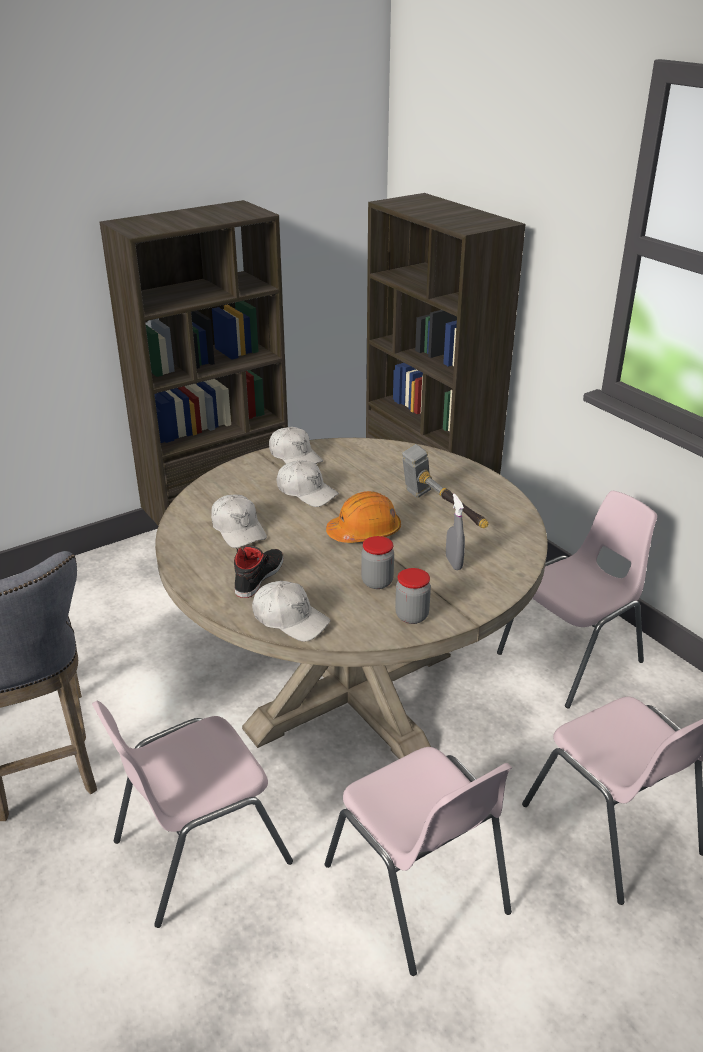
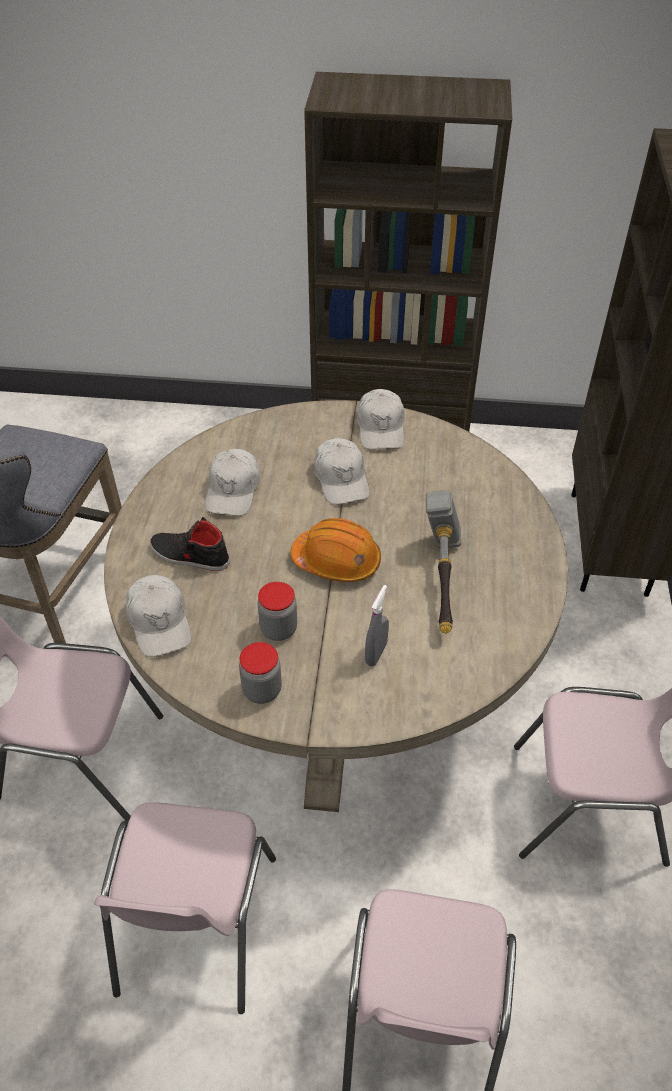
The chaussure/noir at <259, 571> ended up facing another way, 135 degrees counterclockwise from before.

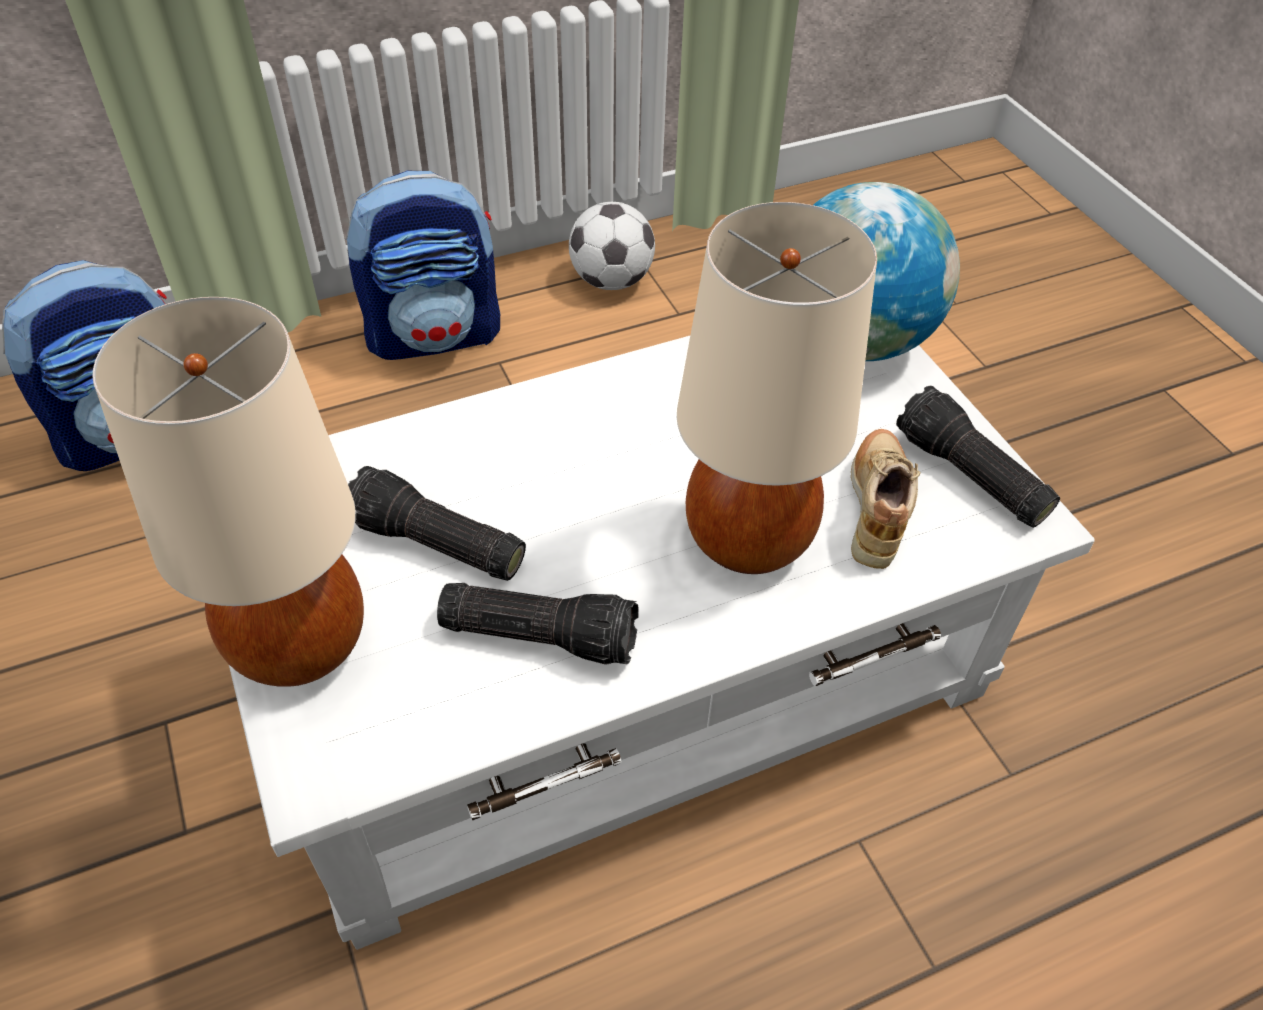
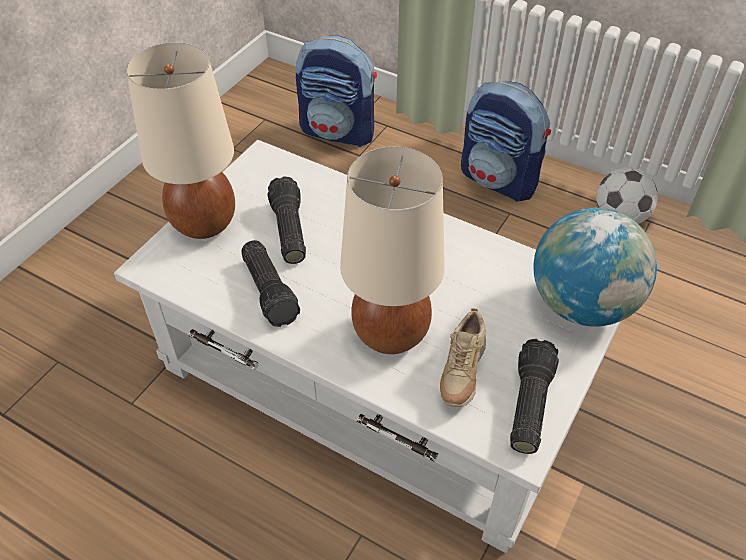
The chaussure/beige at <886, 499> ended up facing another way, 135 degrees clockwise from before.

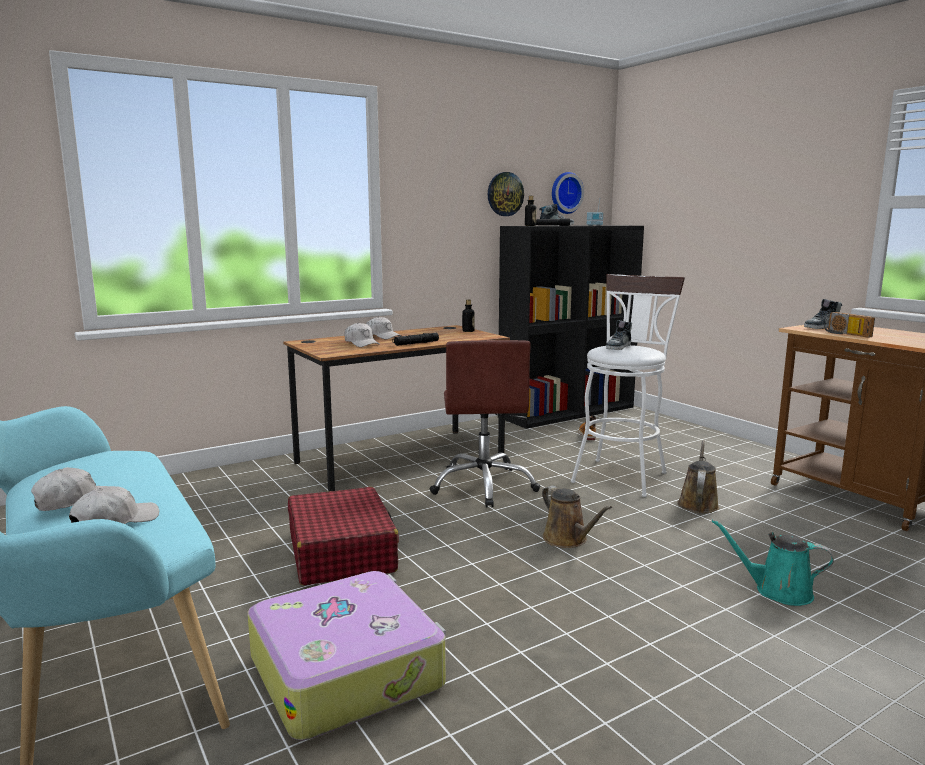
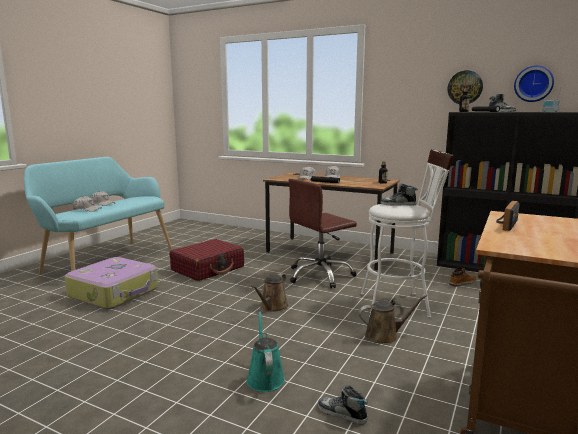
The chaussure ended up elsewhere, having gone from <823, 314> to <343, 405>.

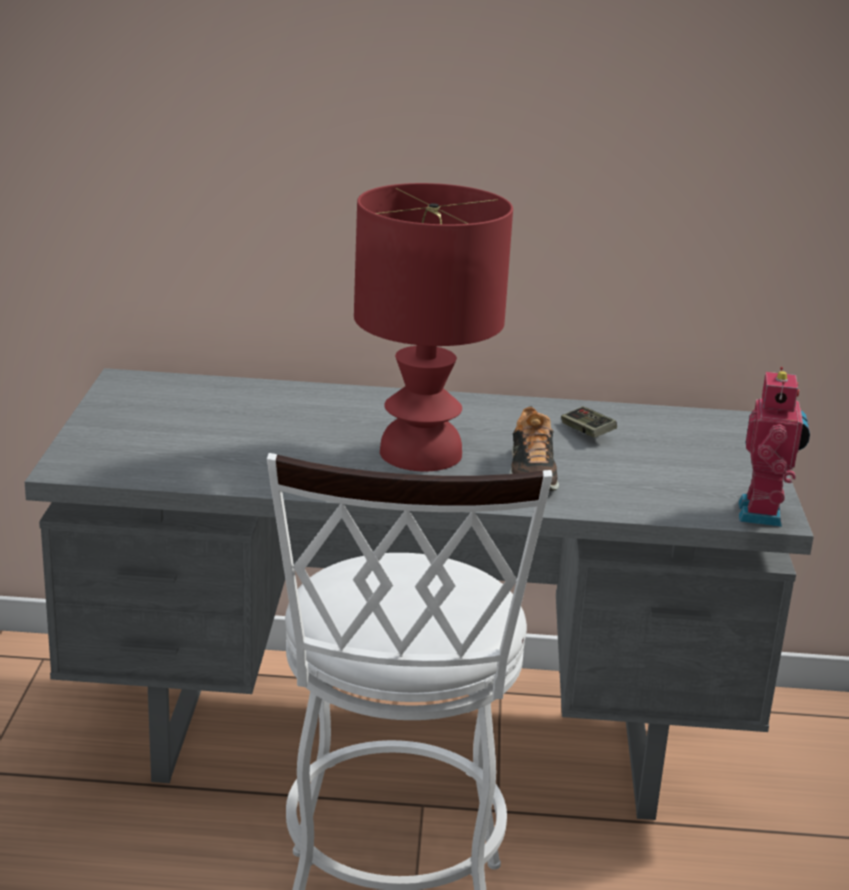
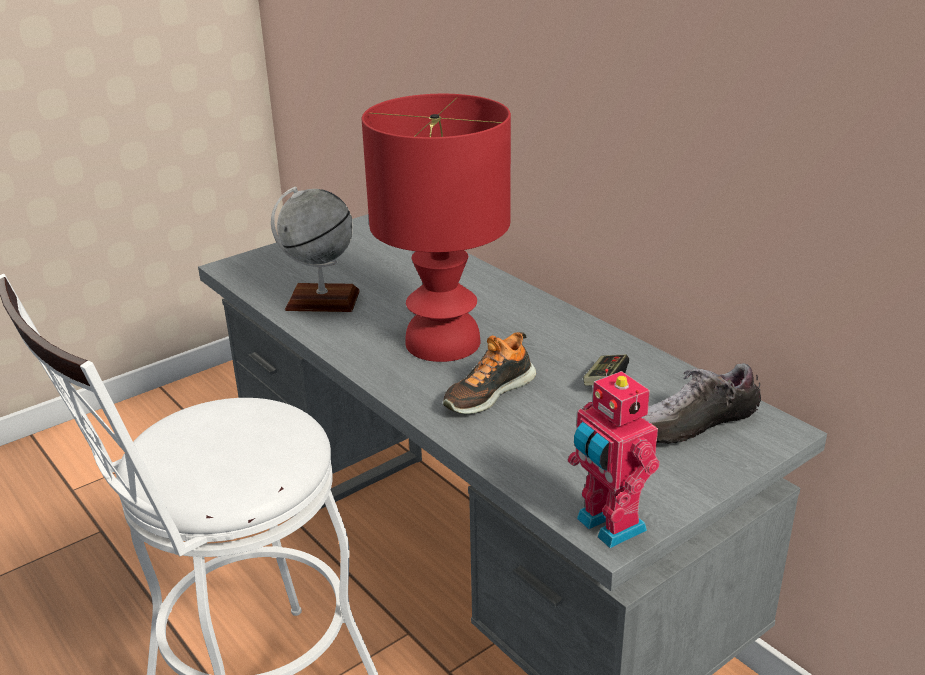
The second view gained the globe at <315, 249>.
The robot jouet at <774, 447> ended up facing another way, 90 degrees clockwise from before.
The second view gained the chaussure at <702, 403>.

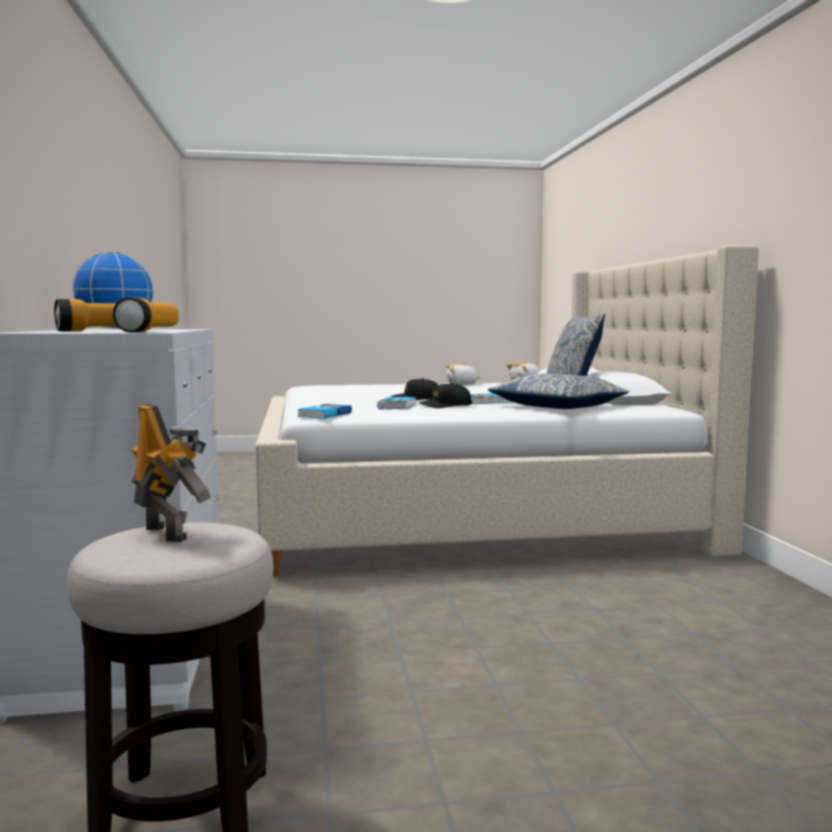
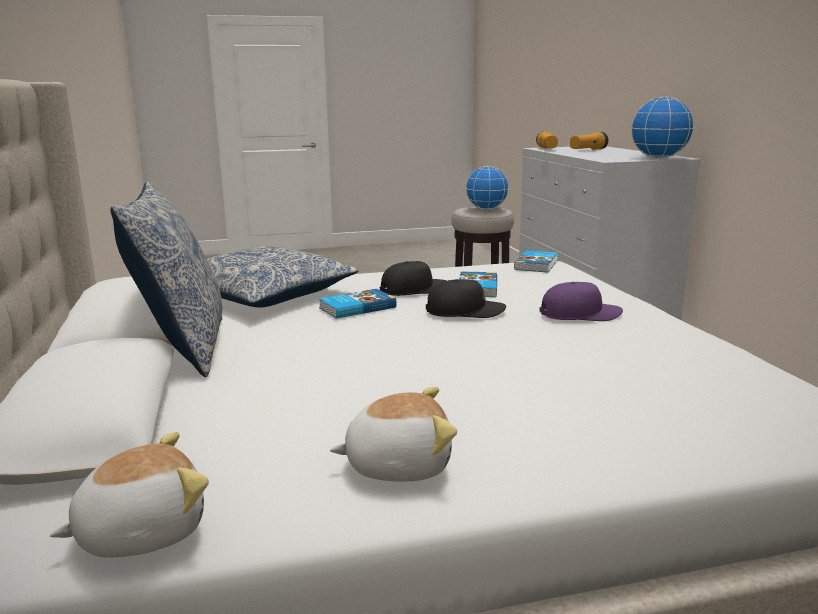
Where the robot jouet stood at <171, 473>, the globe came to stand at <487, 188>.
The second view gained the casquette/violet at <581, 301>.

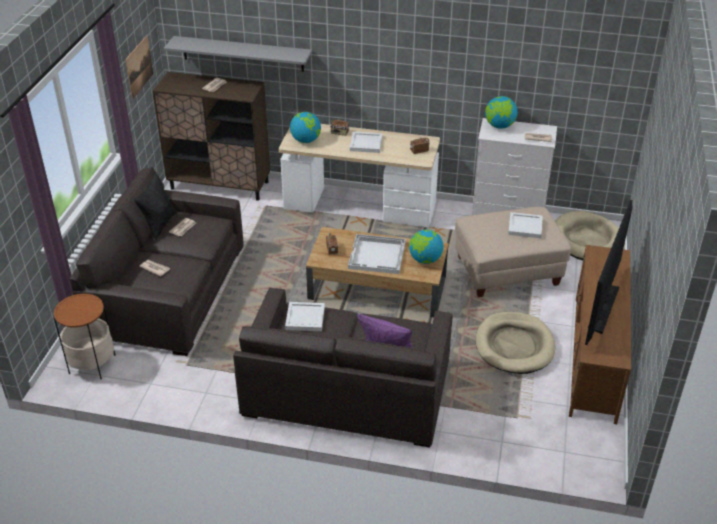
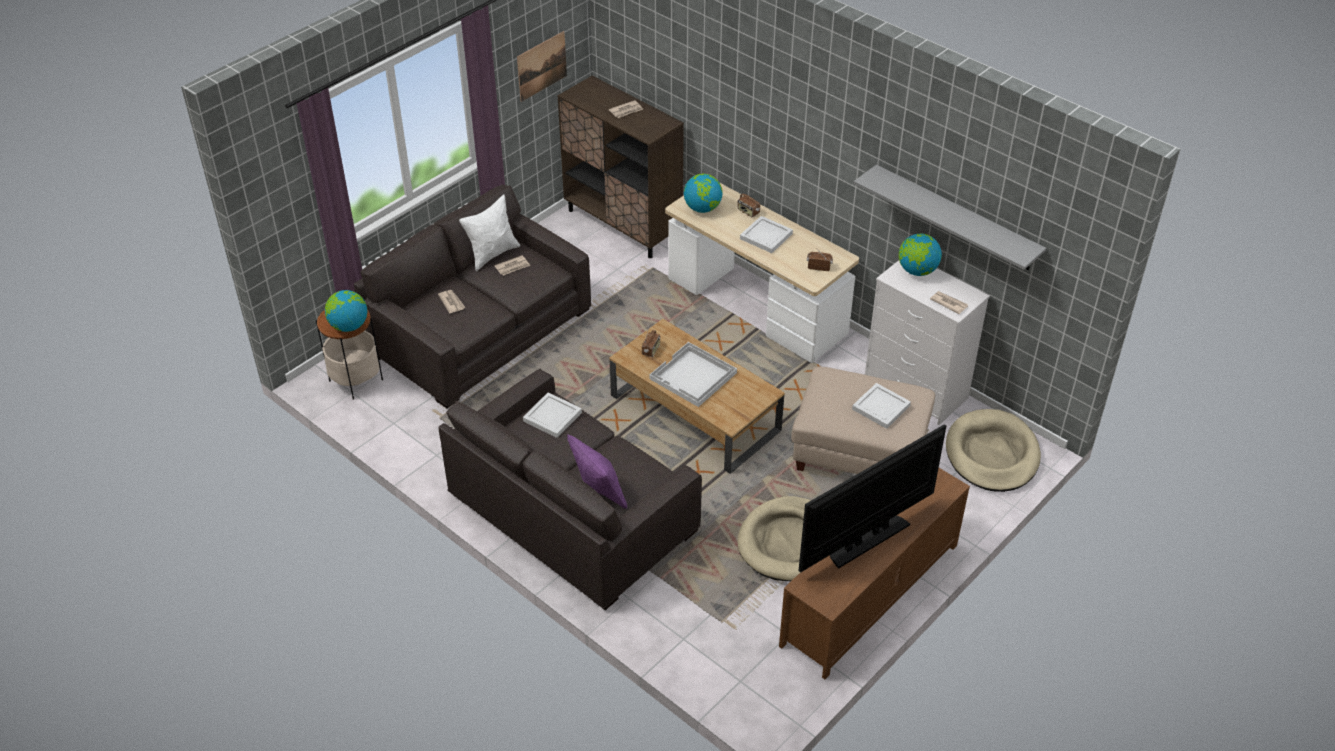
The globe ended up elsewhere, having gone from <426, 246> to <346, 311>.
What was the coussin/noir at <155, 206> turned into the coussin/blanc at <489, 232>.
The étagère/gris ended up elsewhere, having gone from <238, 54> to <950, 217>.

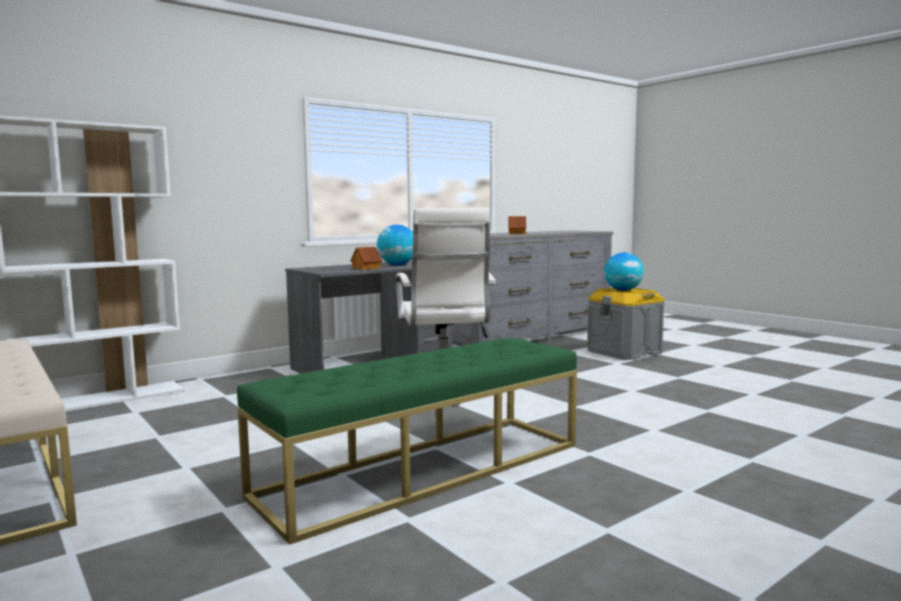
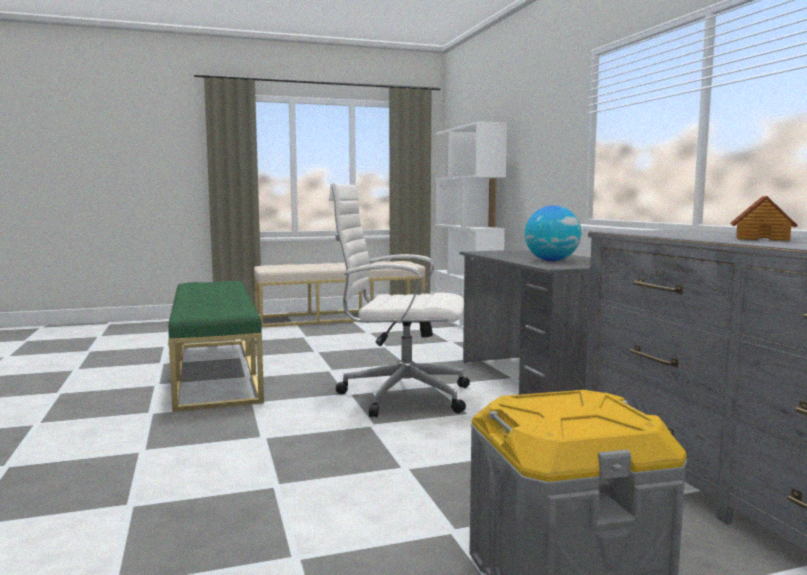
The second view lost the maison miniature at <366, 258>.
The second view lost the globe at <624, 272>.

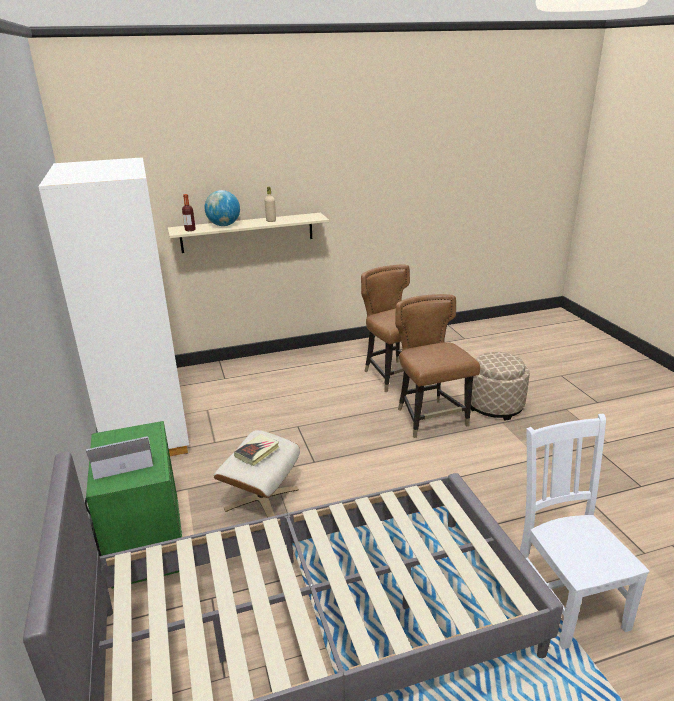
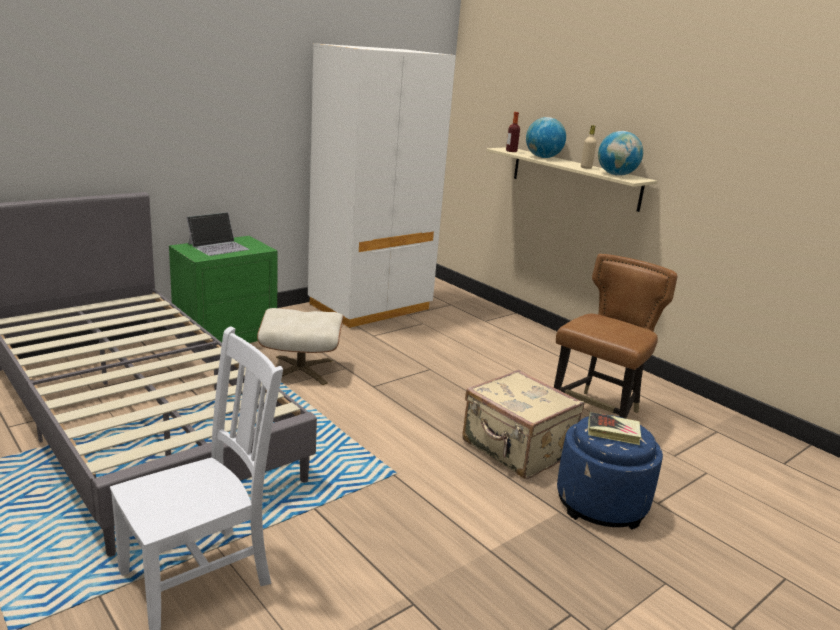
The ordinateur portable at <119, 458> ended up facing another way, 90 degrees clockwise from before.
Where the chaise/marron stood at <437, 366>, the valise/beige came to stand at <523, 424>.
What was the pouf/beige at <500, 386> turned into the pouf/bleu at <610, 472>.
The livre ended up elsewhere, having gone from <256, 450> to <614, 428>.
The second view gained the globe at <620, 153>.

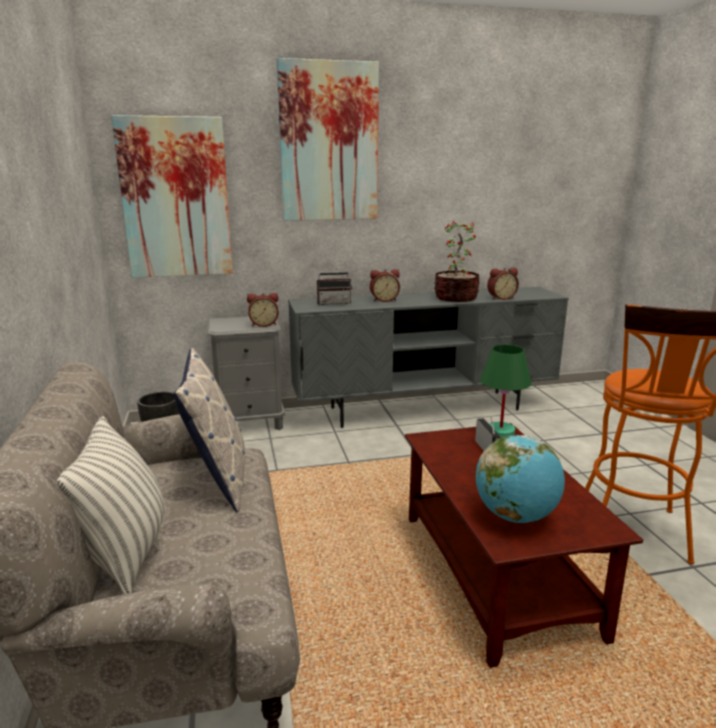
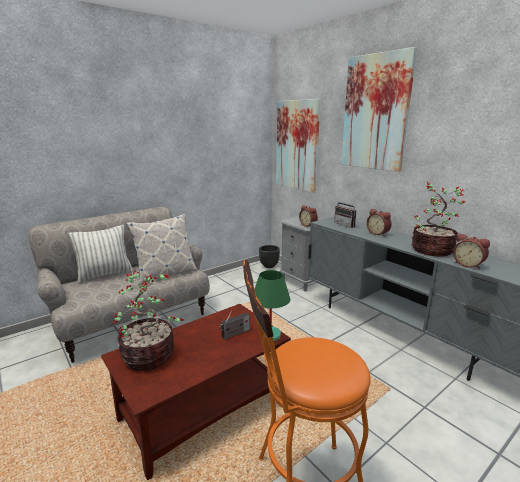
Where the globe stood at <520, 479>, the plante en pot came to stand at <148, 320>.

